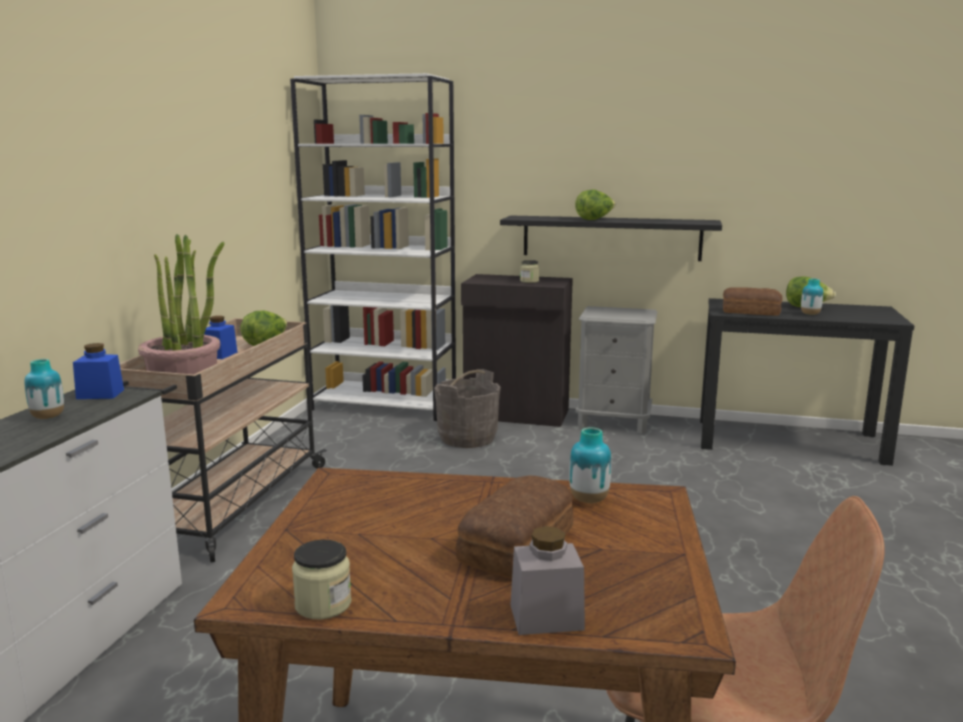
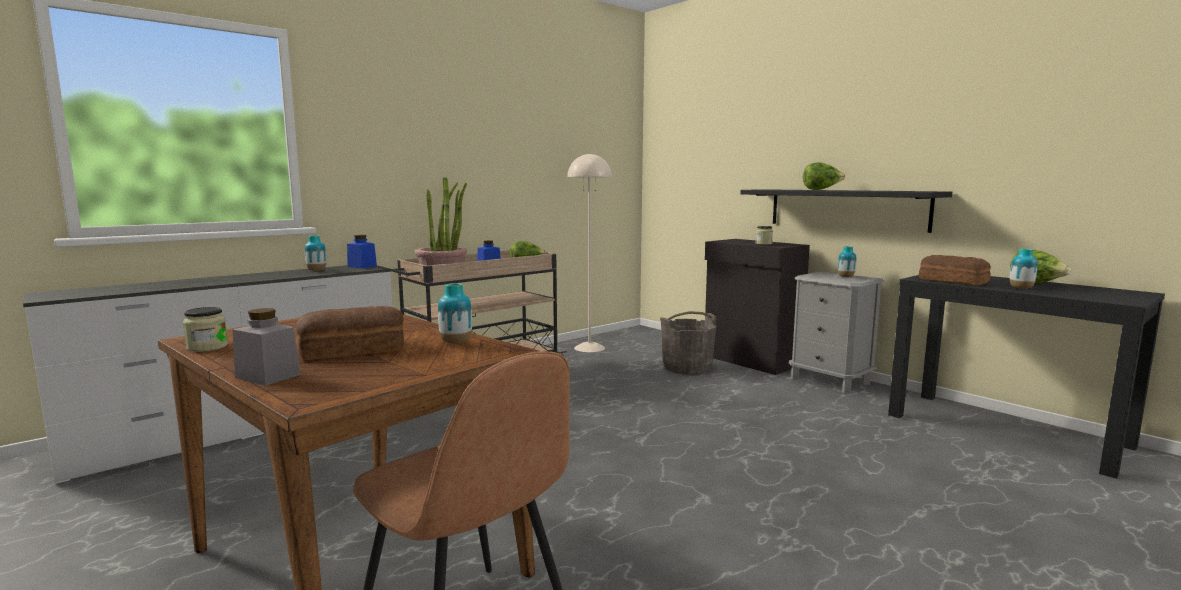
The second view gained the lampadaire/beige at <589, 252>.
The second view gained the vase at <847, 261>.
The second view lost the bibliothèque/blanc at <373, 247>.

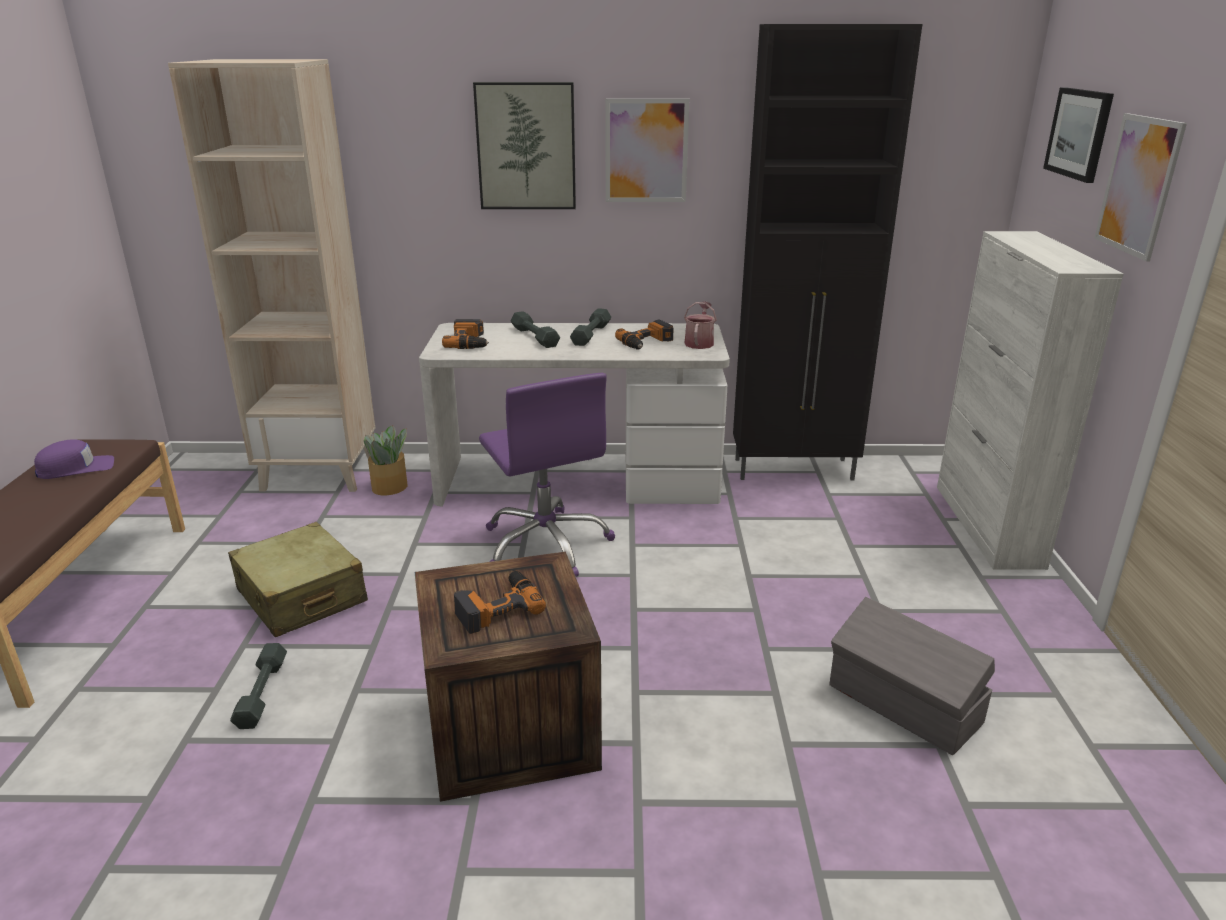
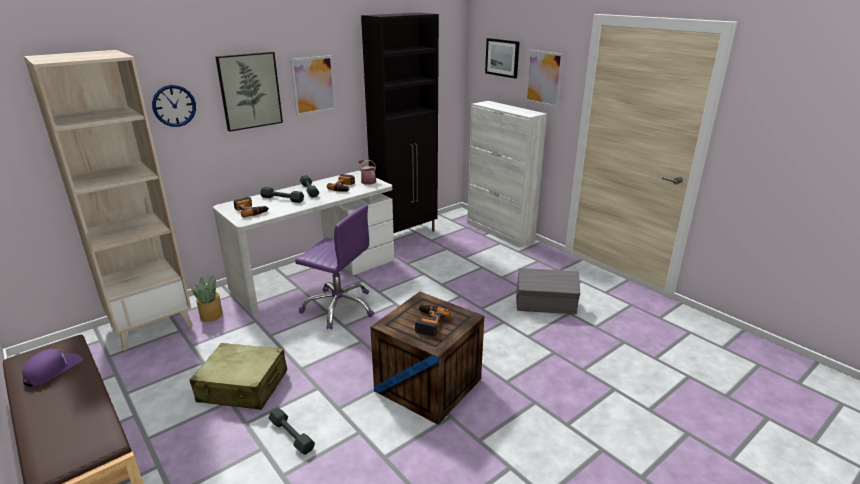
The second view gained the horloge murale at <174, 106>.

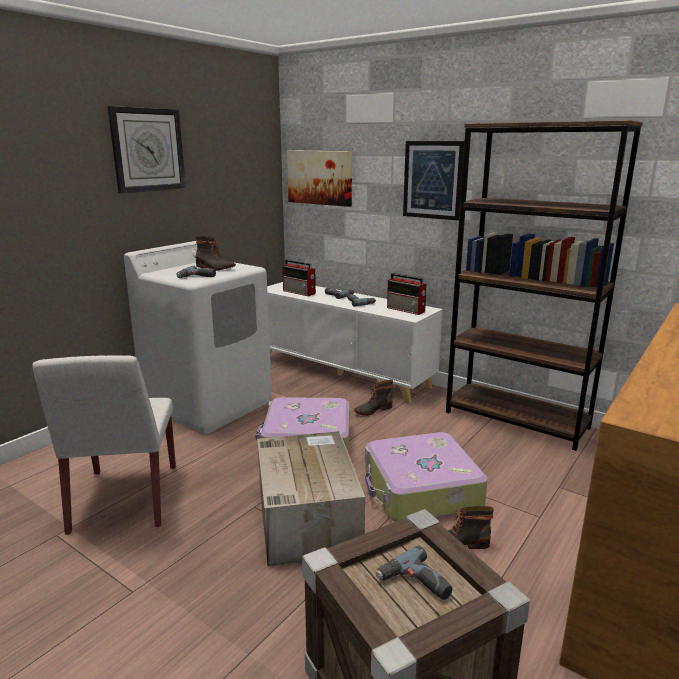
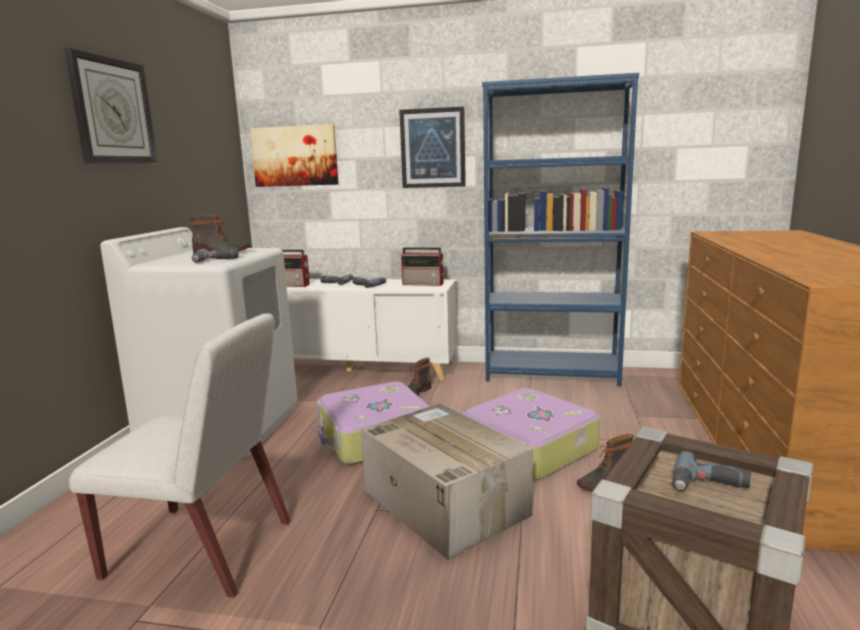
The chaise/blanc at <104, 445> ended up facing another way, 45 degrees counterclockwise from before.
What was the bibliothèque/marron at <544, 285> turned into the bibliothèque/bleu at <560, 229>.

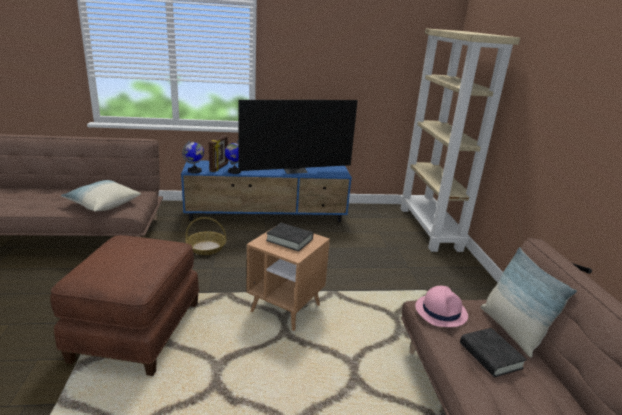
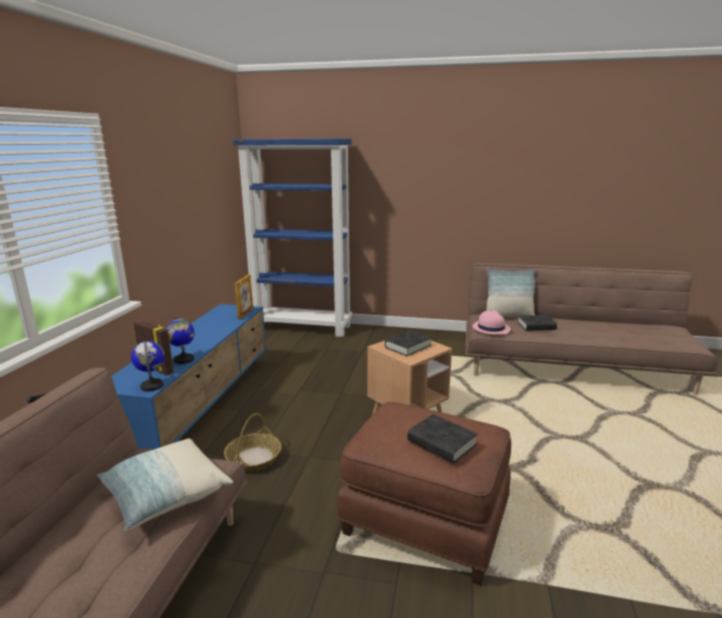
What was the bibliothèque/beige at <460, 140> turned into the bibliothèque/bleu at <292, 238>.
The second view gained the cadre photo at <244, 297>.
The second view gained the livre/noir at <442, 438>.
The second view lost the téléviseur at <298, 137>.

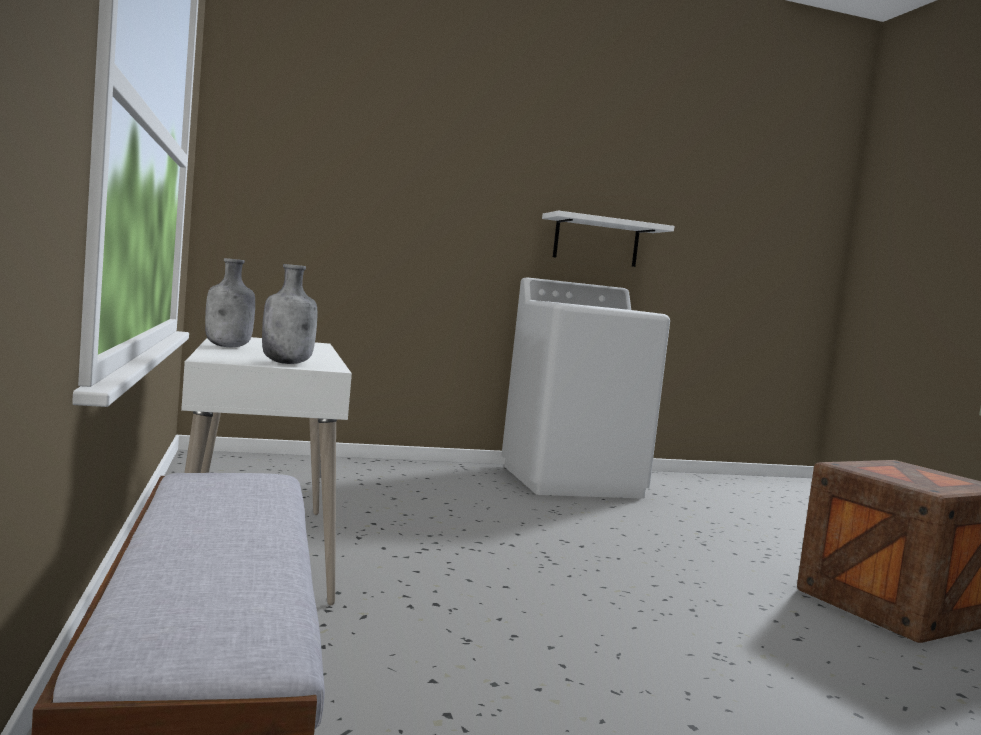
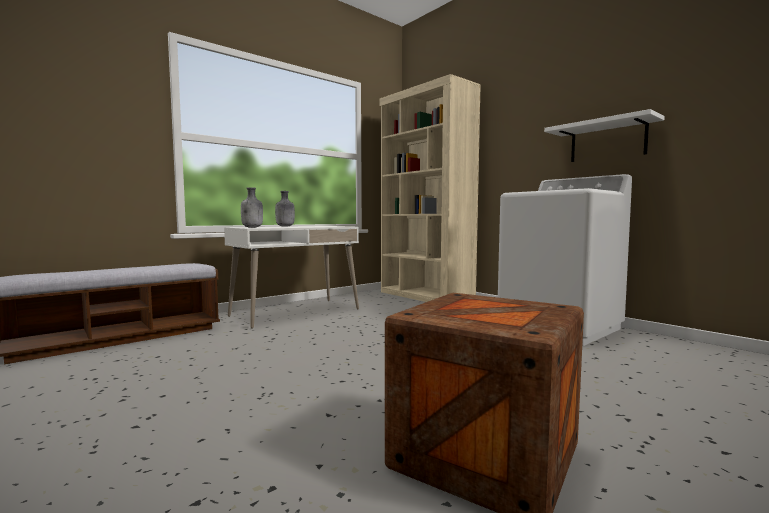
The second view gained the bibliothèque/beige at <430, 188>.

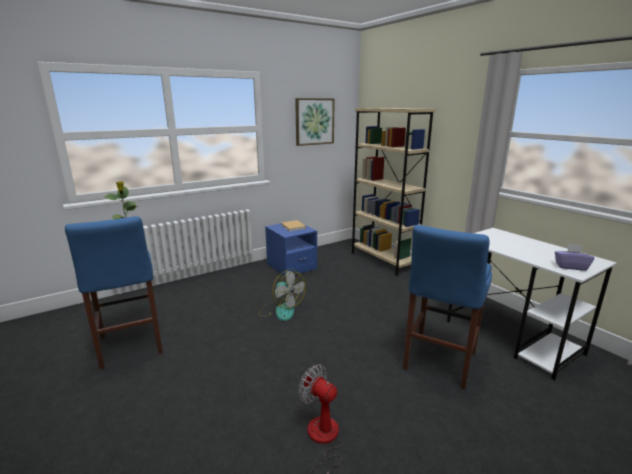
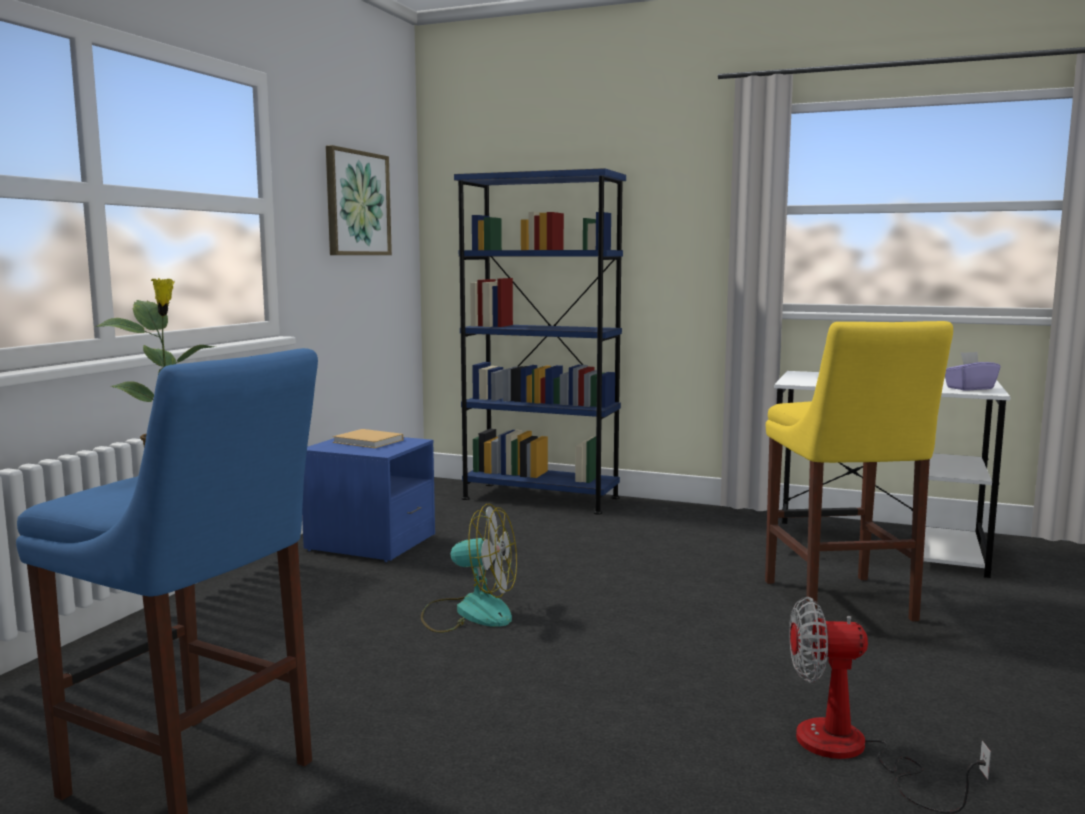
What was the bibliothèque/beige at <393, 192> turned into the bibliothèque/bleu at <540, 341>.
What was the tabouret/bleu at <447, 307> turned into the tabouret/jaune at <859, 473>.

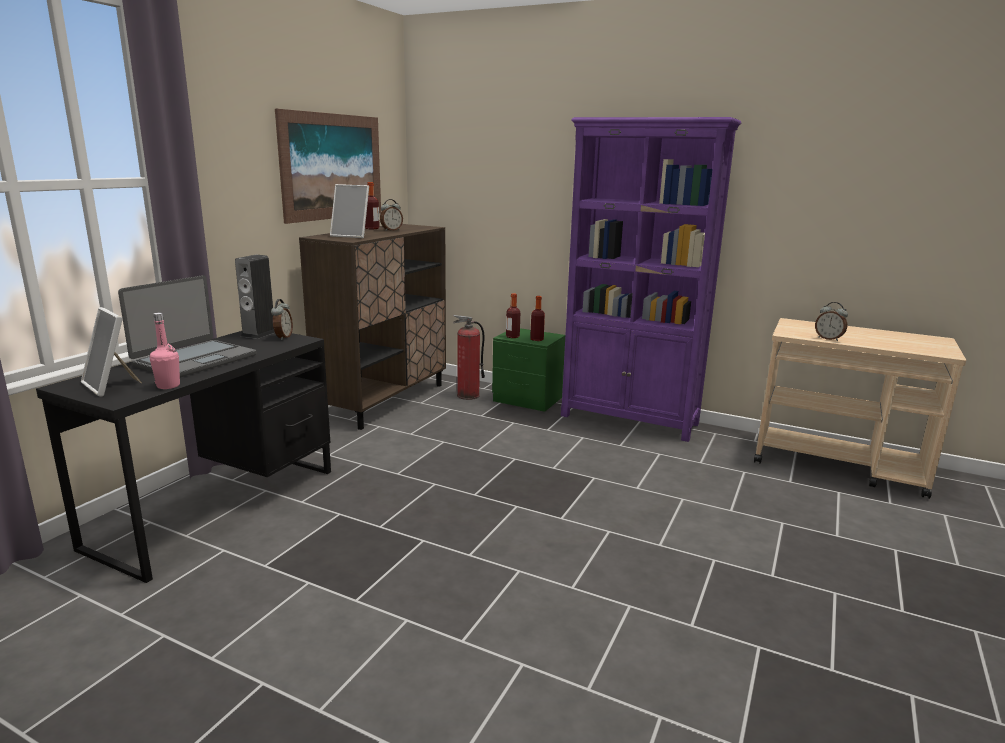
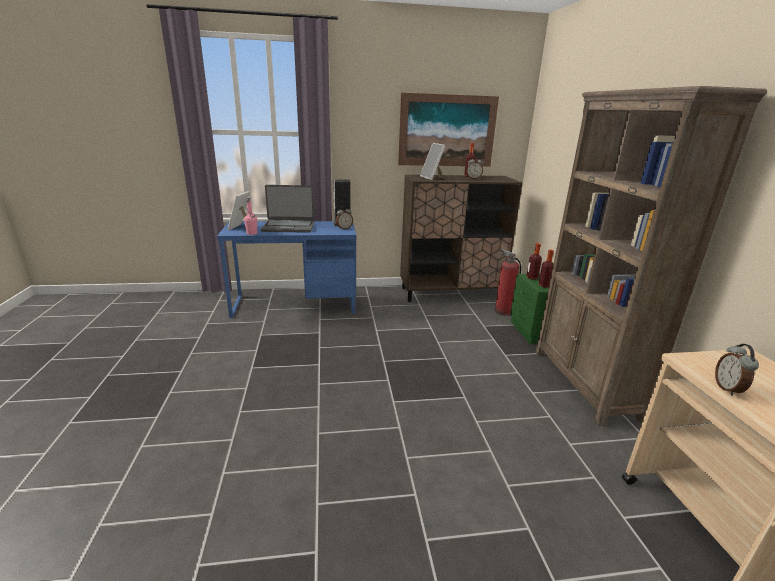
What was the bureau/noir at <183, 457> turned into the bureau/bleu at <286, 269>.
What was the bibliothèque/violet at <651, 279> turned into the bibliothèque/marron at <651, 256>.

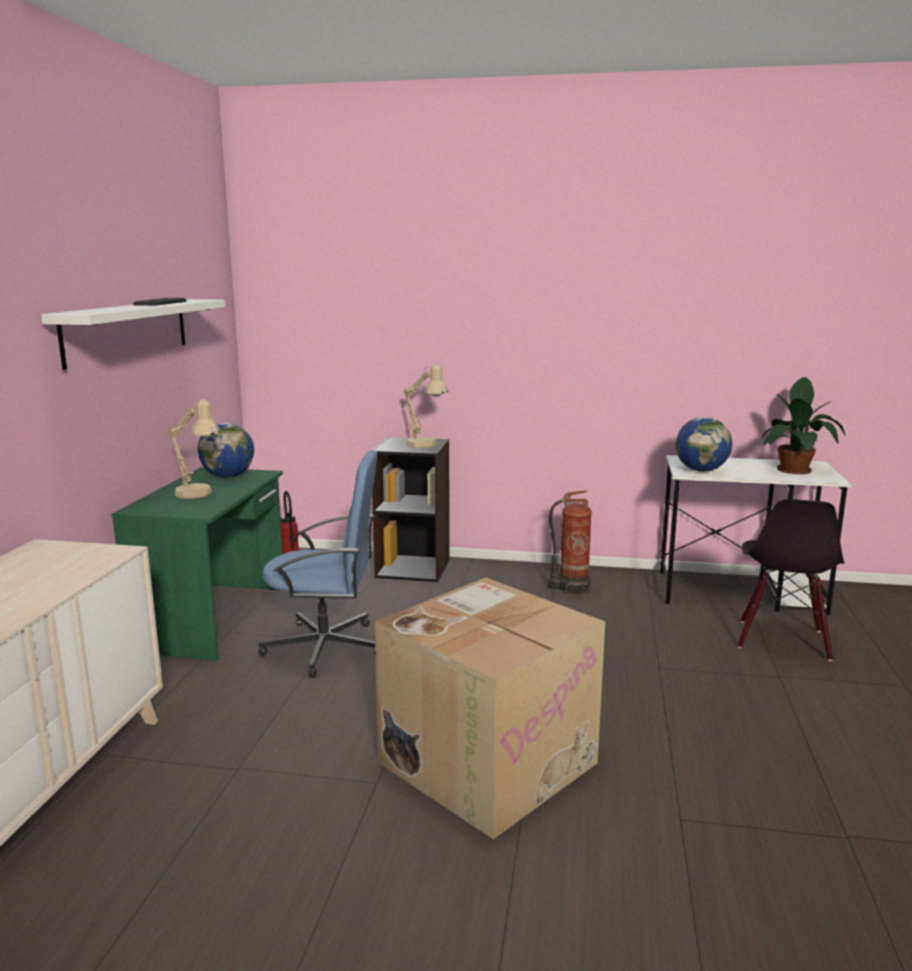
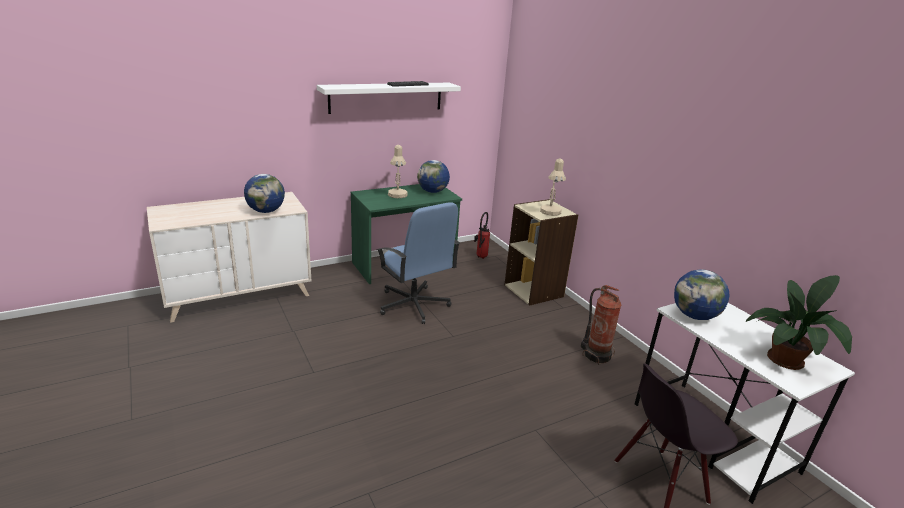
The second view gained the globe at <264, 193>.
What was the bibliothèque/noir at <411, 509> turned into the bibliothèque/beige at <541, 252>.
The second view lost the carton at <490, 708>.

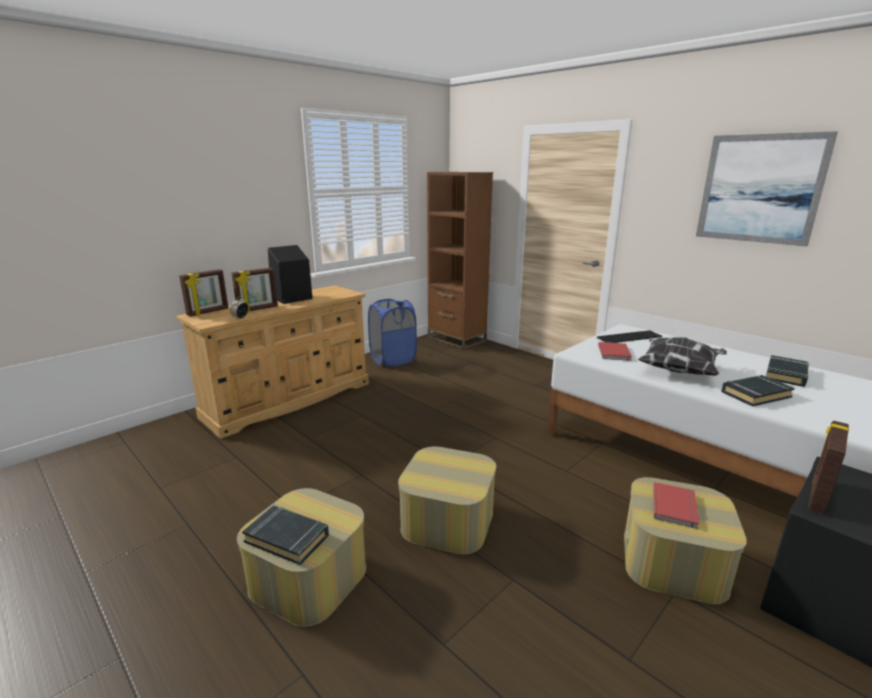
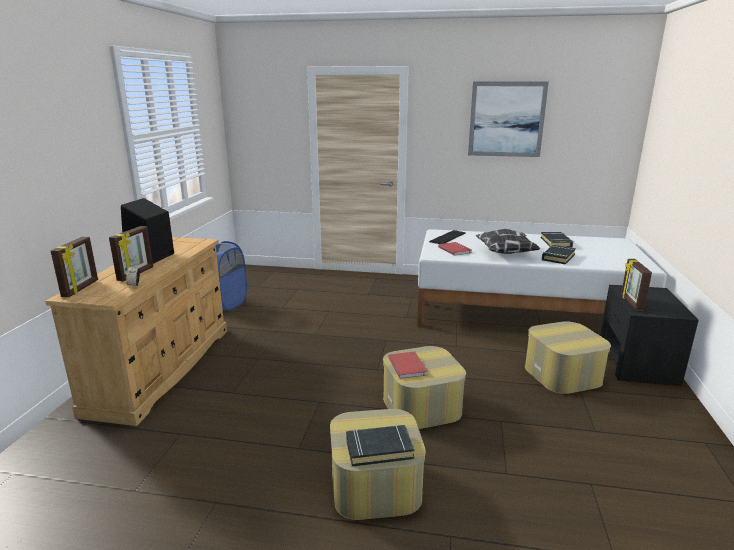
The livre/rouge ended up elsewhere, having gone from <676, 505> to <408, 365>.
The second view lost the bibliothèque/marron at <460, 261>.

